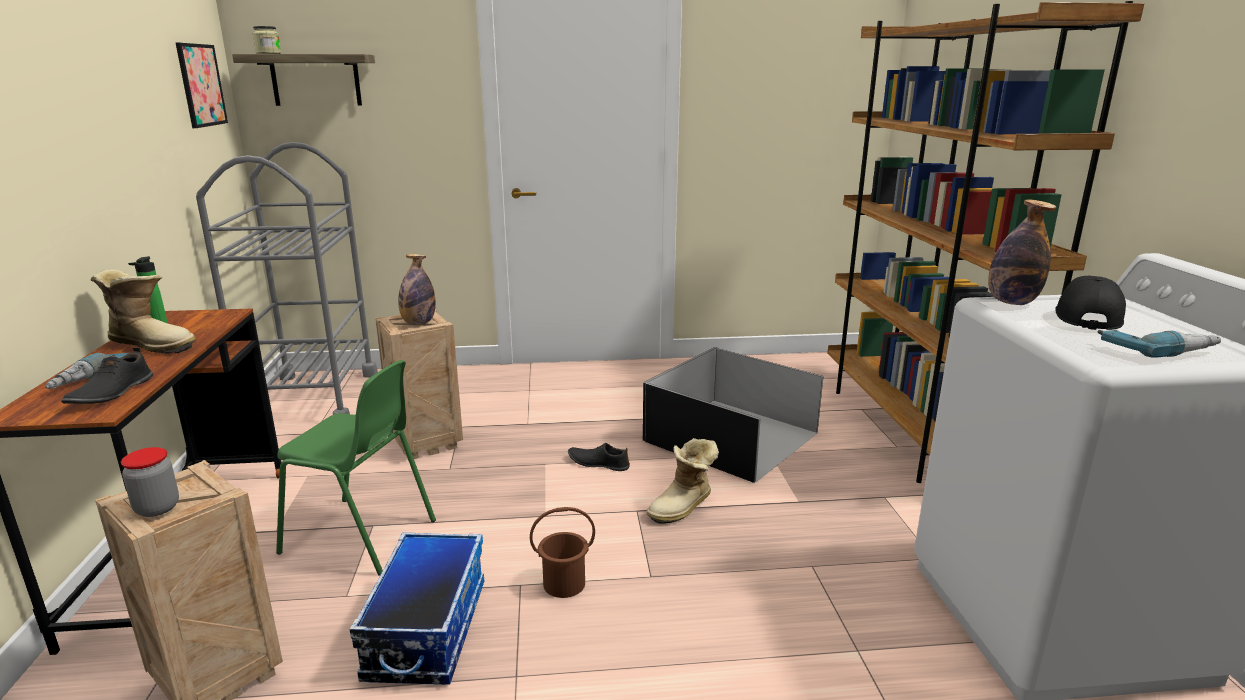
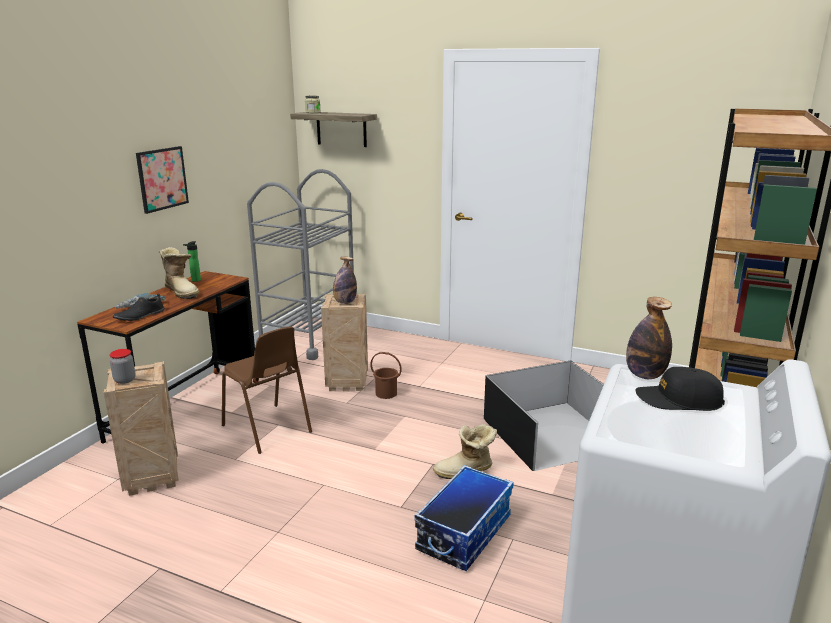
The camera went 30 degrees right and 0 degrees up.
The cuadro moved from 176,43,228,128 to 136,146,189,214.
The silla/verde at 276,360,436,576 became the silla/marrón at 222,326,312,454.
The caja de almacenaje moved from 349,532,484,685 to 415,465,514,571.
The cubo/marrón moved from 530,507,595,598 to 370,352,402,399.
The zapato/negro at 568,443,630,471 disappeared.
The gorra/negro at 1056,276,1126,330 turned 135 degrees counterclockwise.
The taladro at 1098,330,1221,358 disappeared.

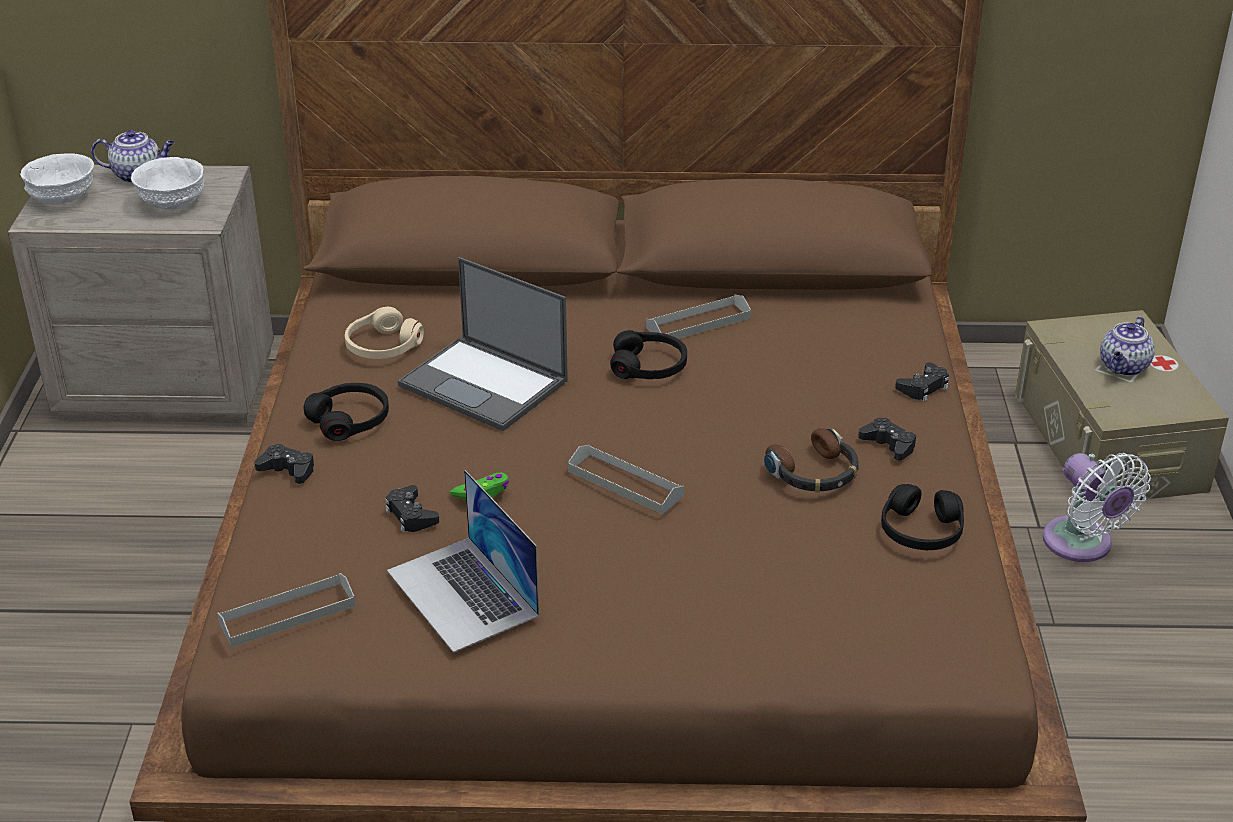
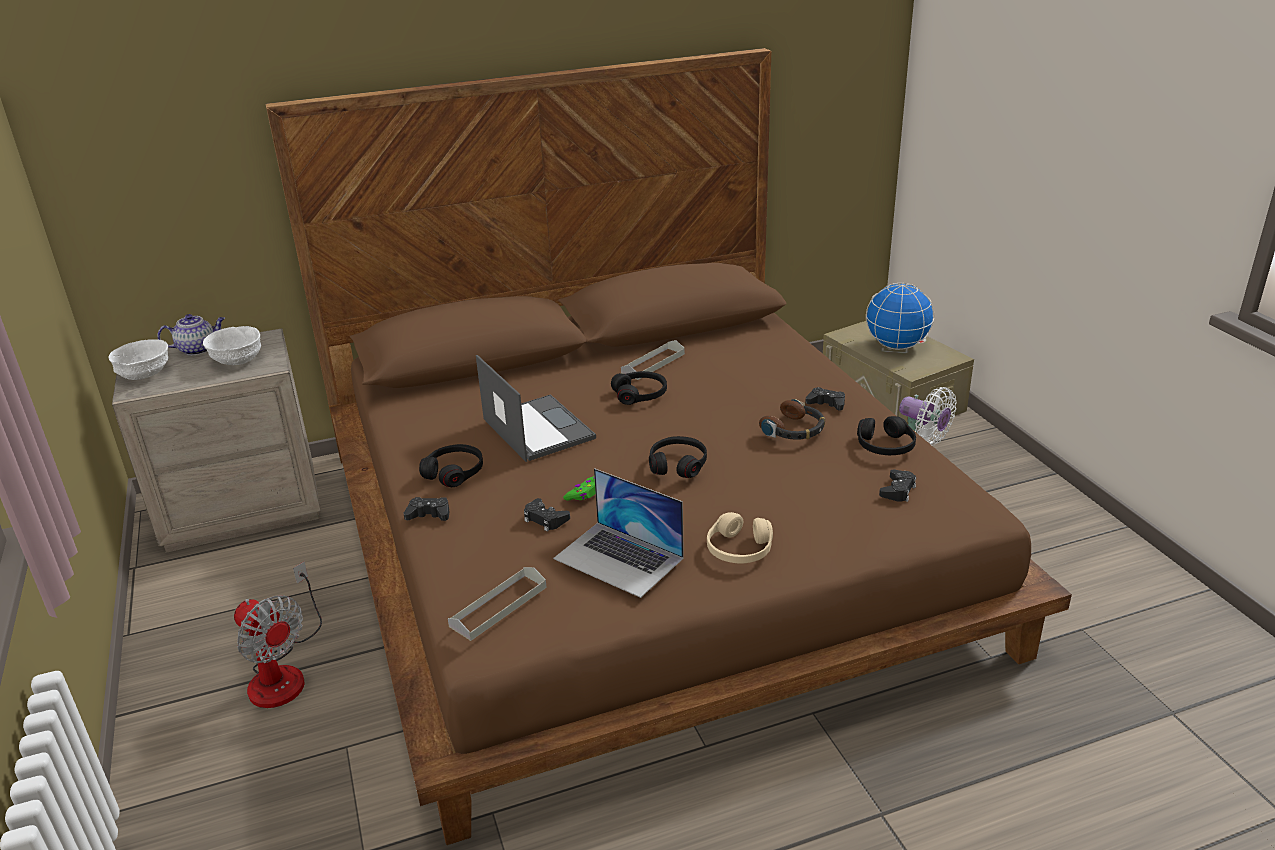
The camera went 20 degrees left and 5 degrees down.
The auriculares/beis moved from 345,307,424,359 to 707,512,773,564.
The portátil at 398,257,568,431 turned 135 degrees counterclockwise.
The bandeja/gris at 568,445,684,514 was replaced by the auriculares/negro at 649,436,707,478.
The mando de consola/negro moved from 895,362,949,402 to 879,469,916,502.
The tetera at 1100,316,1155,376 was replaced by the globo terráqueo at 866,283,934,350.
The ventilador at 234,562,322,708 appeared.

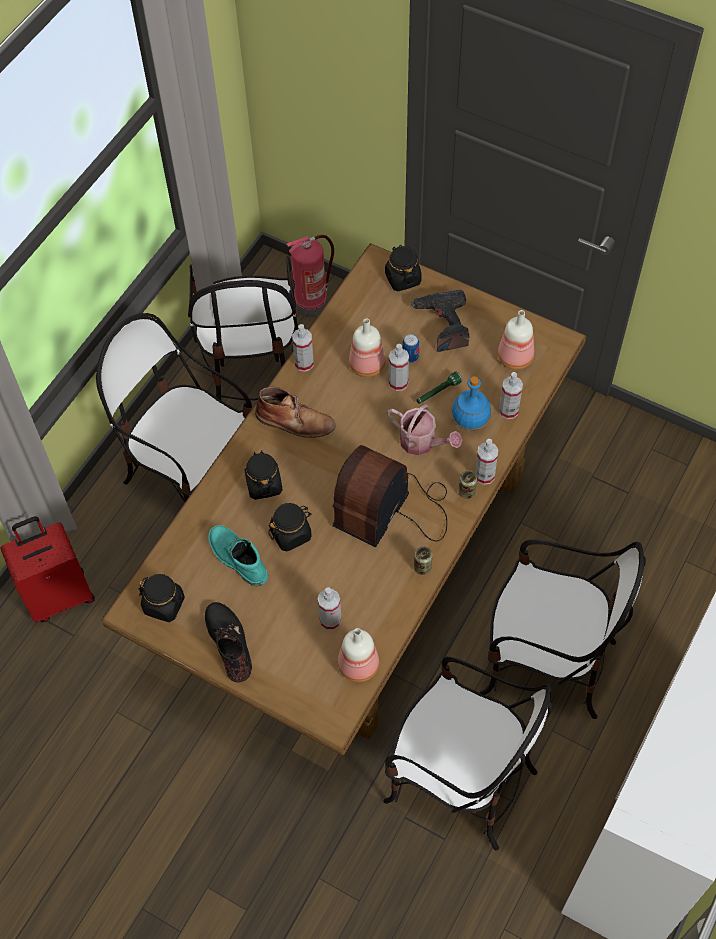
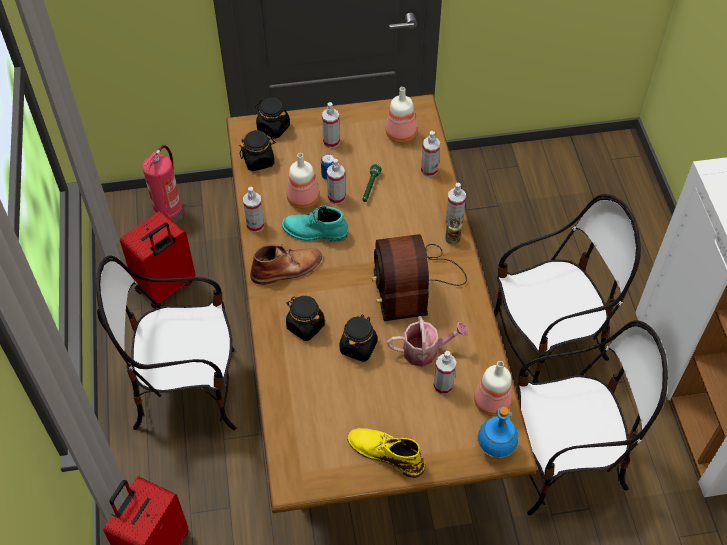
The camera went 40 degrees left and 5 degrees down.
The tarro/negro moved from 138,574,185,622 to 240,130,276,171.
The silla at 188,256,298,400 was replaced by the maleta/rojo at 120,211,196,309.
The bota/negro at 205,602,252,683 became the bota/amarillo at 347,428,425,478.
The bota/turquesa moved from 208,525,268,586 to 282,206,348,242.
The regadera moved from 387,404,462,456 to 387,316,468,367.
The taladro at 410,290,470,352 was replaced by the pulverizador at 322,102,340,148.
The lata at 414,546,432,575 disappeared.
The botella/azul moved from 451,376,491,431 to 477,407,518,458.

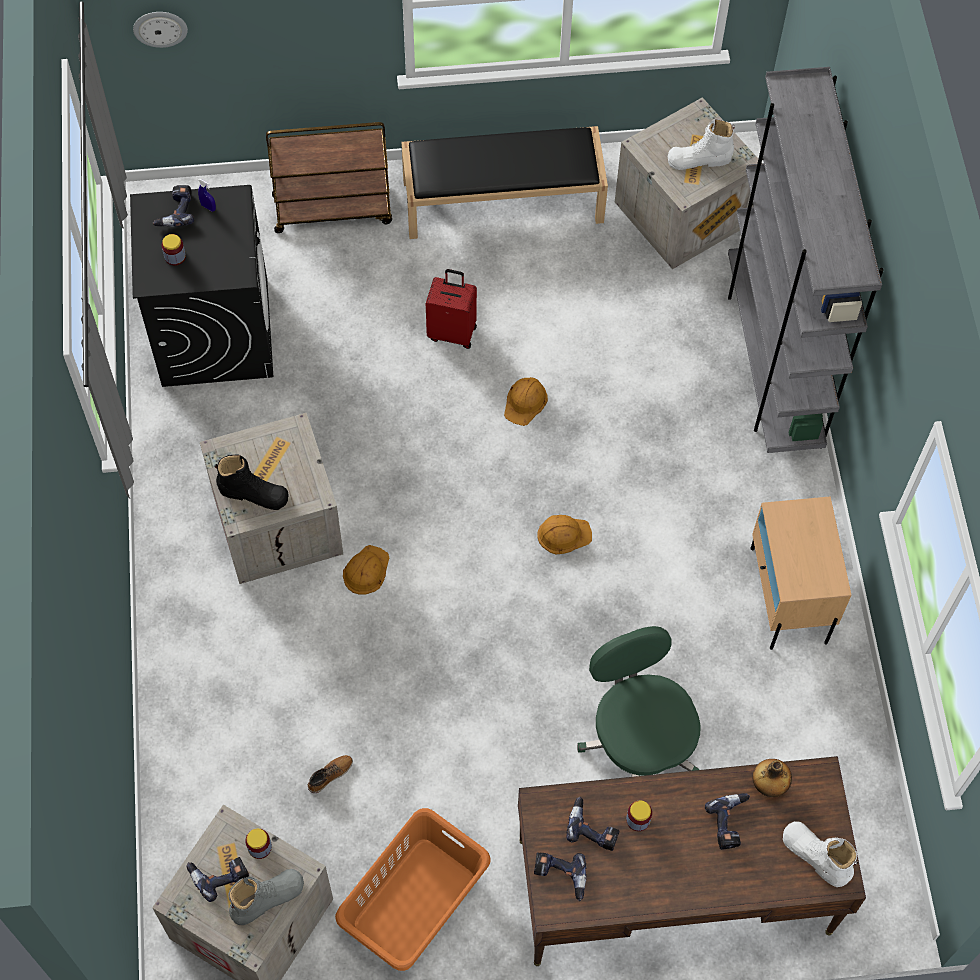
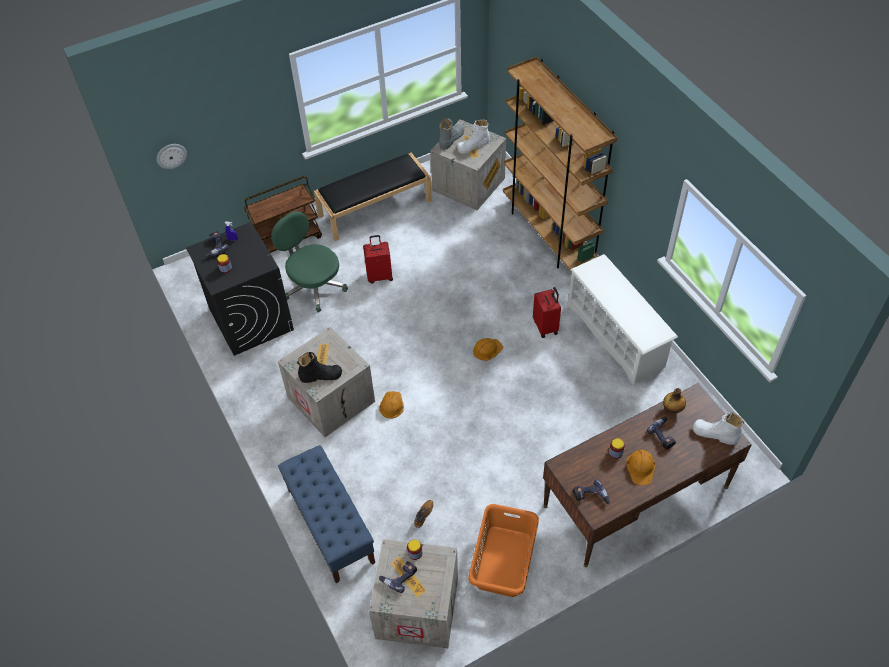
The camera went 20 degrees left and 10 degrees down.
The bota/gris moved from 228,869,304,925 to 439,118,464,150.
The casco/naranja moved from 504,377,548,426 to 626,449,655,485.
The taladro at 567,797,619,851 disappeared.
The silla de oficina/verde moved from 577,626,701,777 to 271,212,348,312.
The estantería/gris at 728,67,884,453 became the estantería/marrón at 503,57,617,272.
The mesita de noche/beis at 751,496,851,650 was replaced by the zapatero/blanco at 568,254,678,385.
The banco/azul at 278,445,375,583 appeared.
The maleta/rojo at 533,287,561,338 appeared.

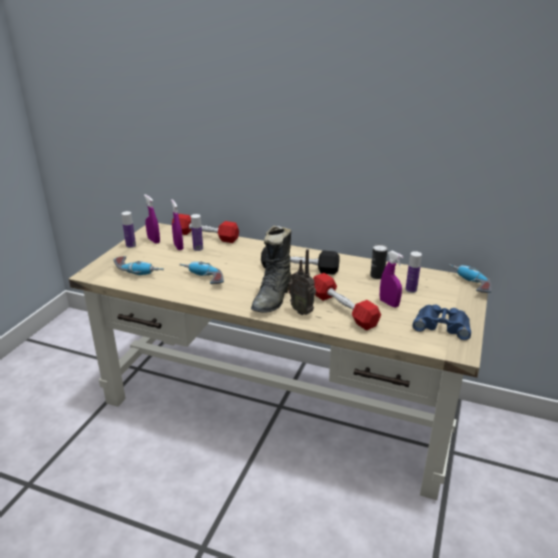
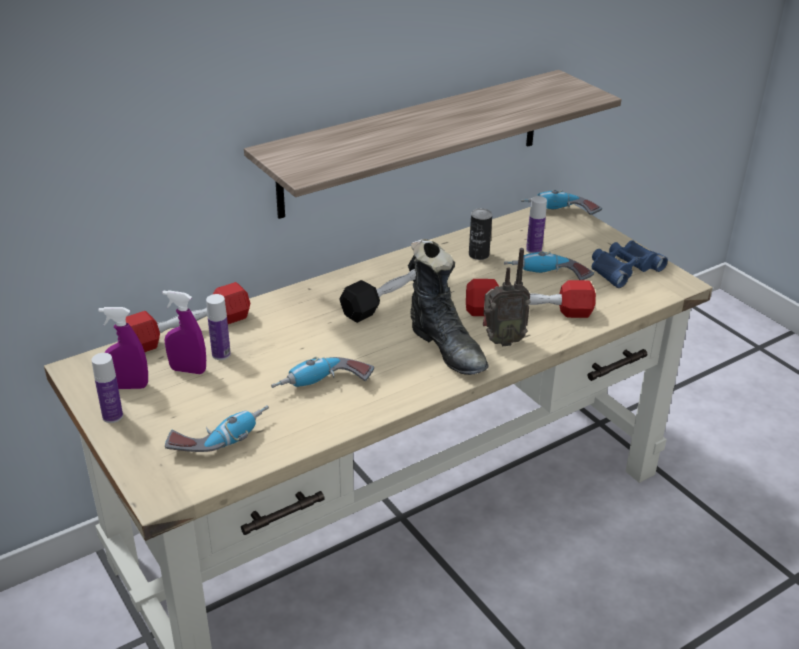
The camera went 55 degrees left and 5 degrees up.
The pulverizador/morado at 380,251,403,307 was replaced by the taladro at 504,252,594,280.
The estante at 244,70,621,219 appeared.

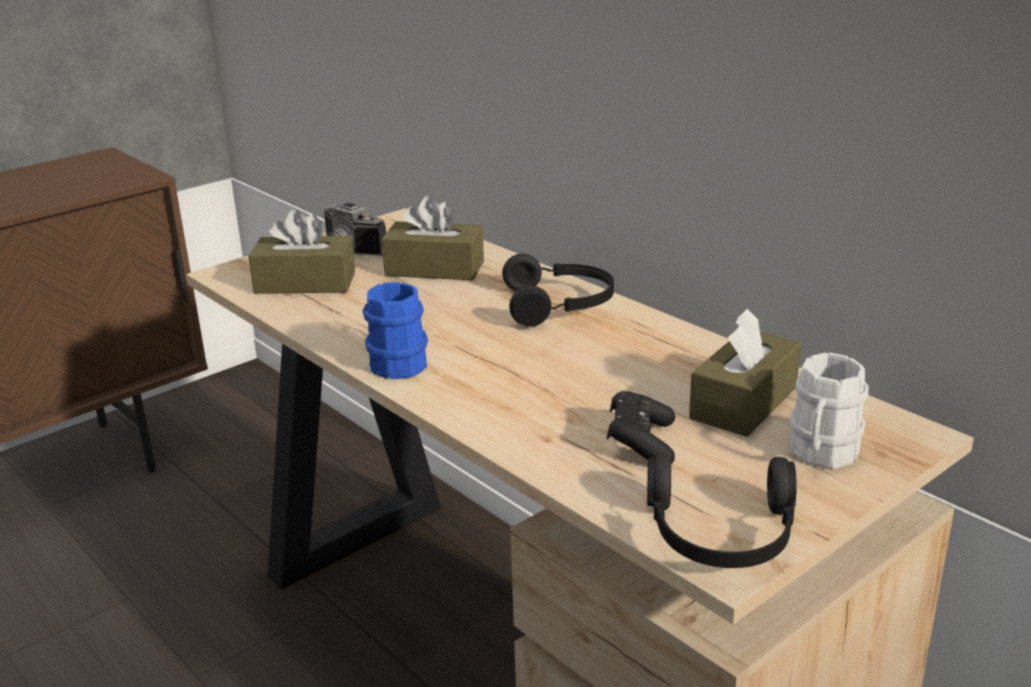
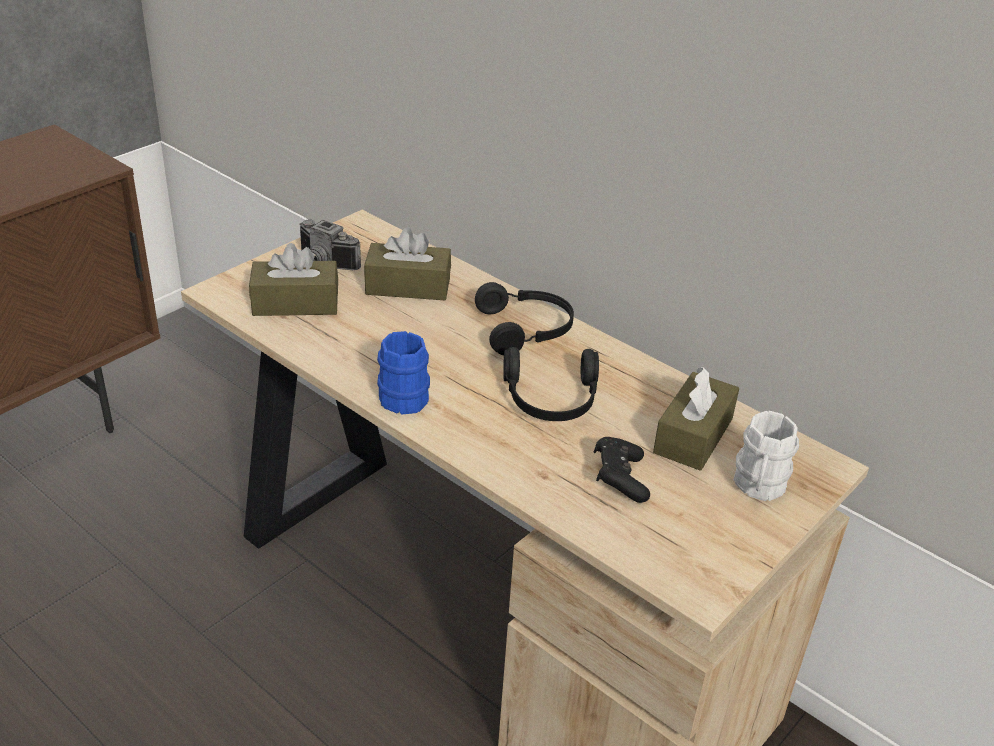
The camera went 10 degrees left and 10 degrees up.
The auriculares/negro moved from 647,453,797,568 to 503,347,599,421.

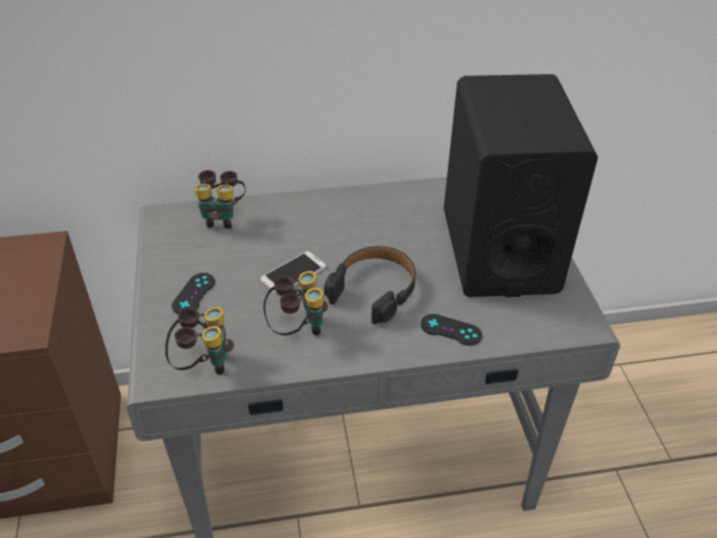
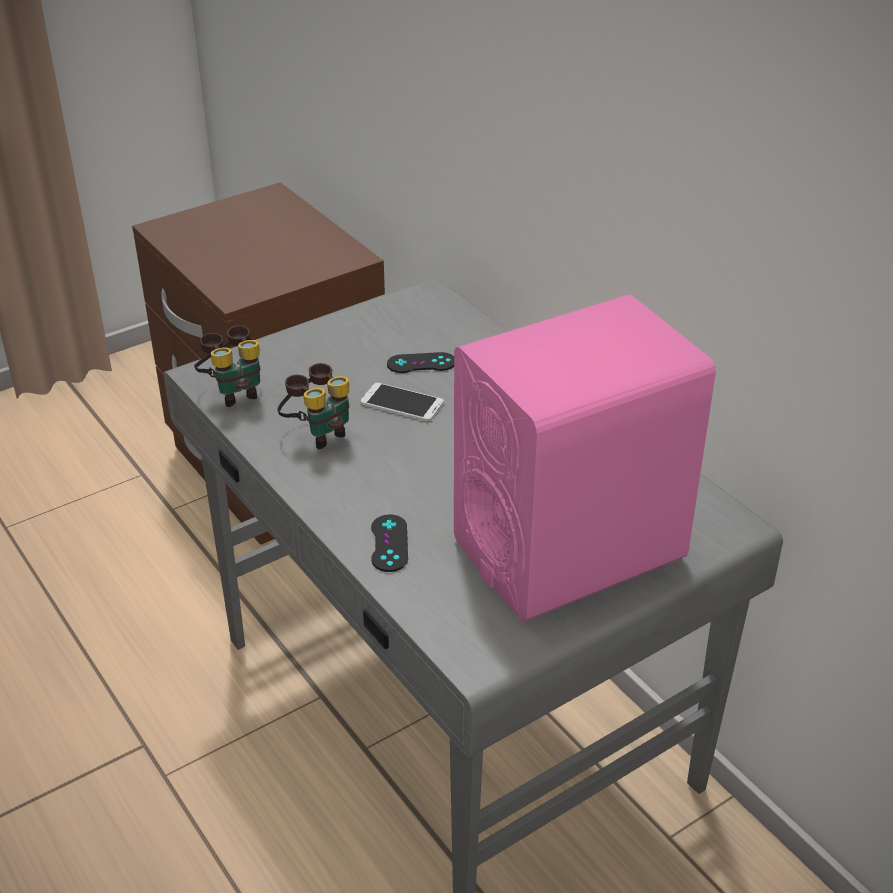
The camera went 65 degrees right and 5 degrees down.
The mando de consola/negro moved from 172,273,215,314 to 387,352,454,373.
The prismáticos at 194,170,246,229 disappeared.
The auriculares/negro at 324,246,416,324 disappeared.
The altavoz/negro at 444,74,598,297 became the altavoz/rosa at 454,295,716,622.

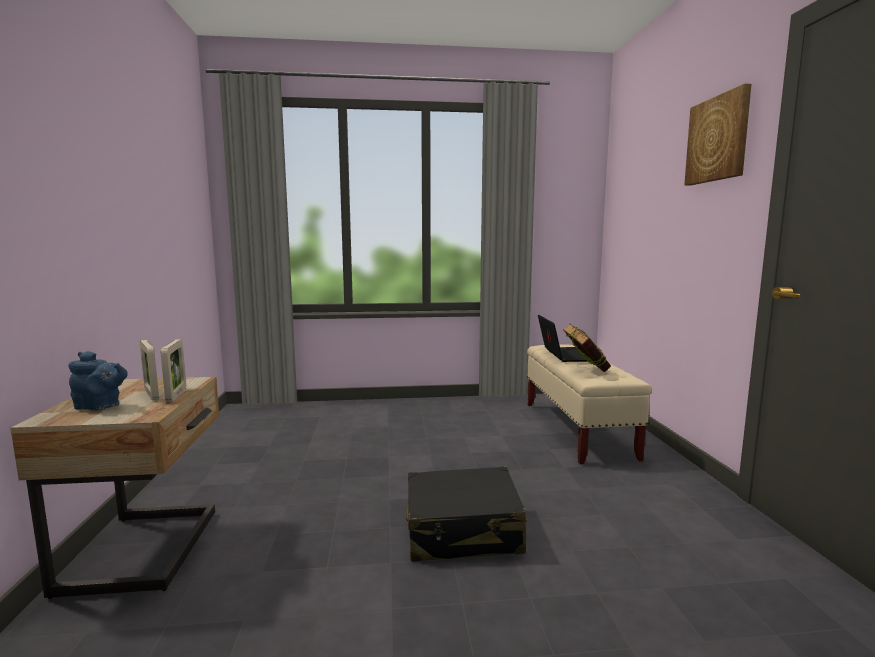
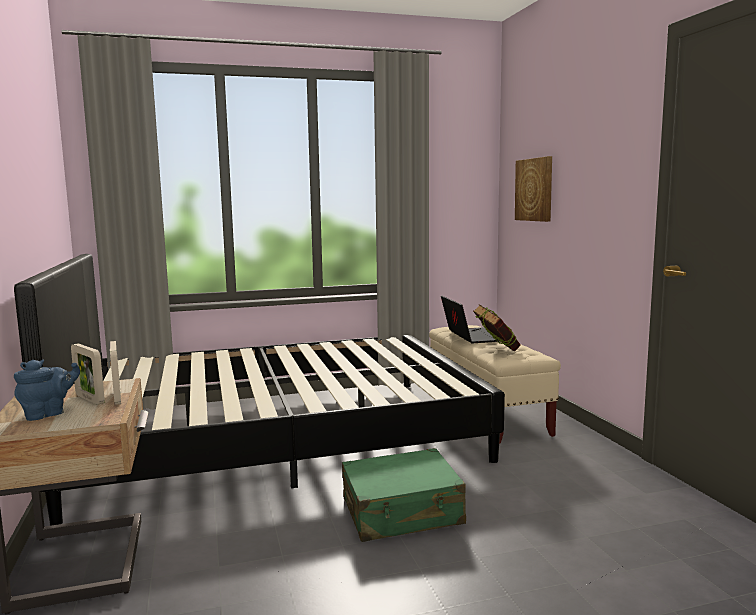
The camera went 10 degrees left and 0 degrees up.
The tetera/azul at 68,351,128,410 turned 45 degrees counterclockwise.
The maleta/negro at 406,467,528,561 became the maleta/verde at 342,448,466,542.
The cuadro moved from 684,84,752,186 to 515,156,552,222.
The cama/negro at 14,254,505,525 appeared.

